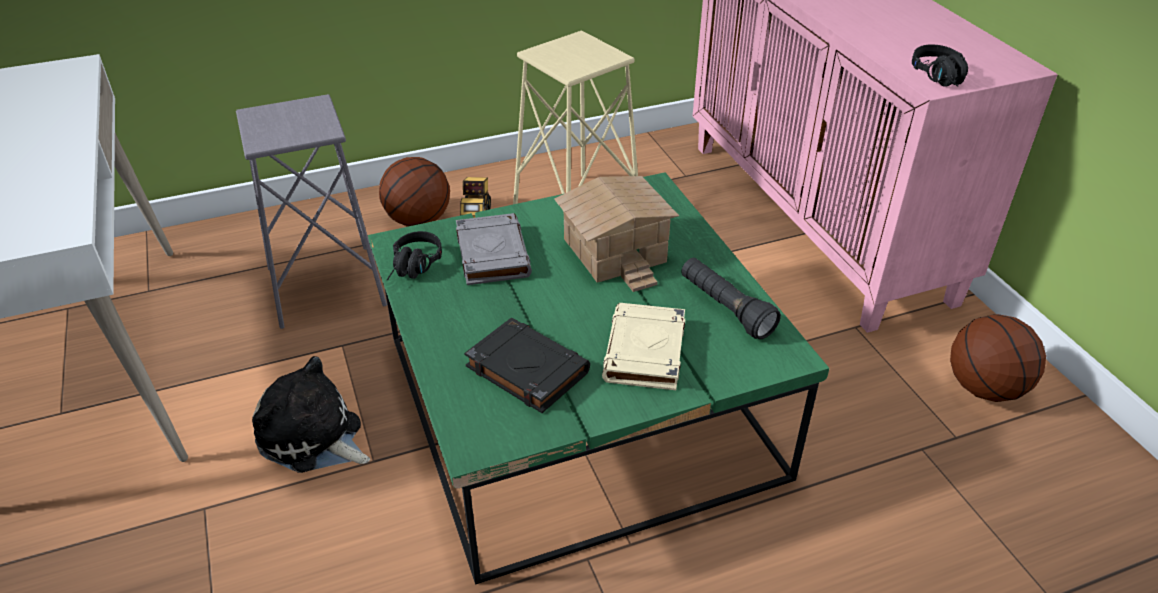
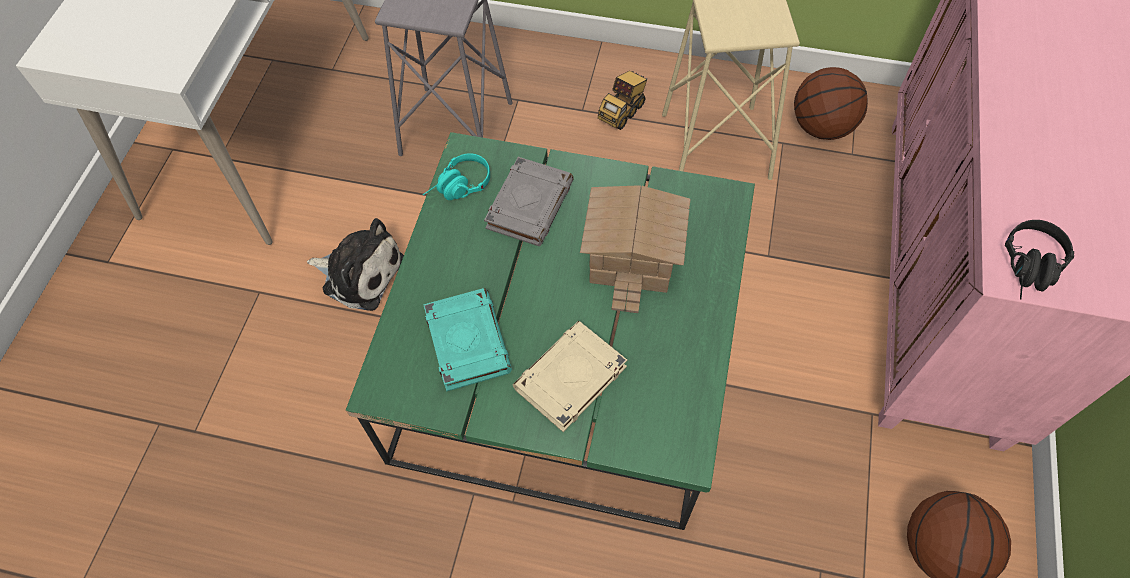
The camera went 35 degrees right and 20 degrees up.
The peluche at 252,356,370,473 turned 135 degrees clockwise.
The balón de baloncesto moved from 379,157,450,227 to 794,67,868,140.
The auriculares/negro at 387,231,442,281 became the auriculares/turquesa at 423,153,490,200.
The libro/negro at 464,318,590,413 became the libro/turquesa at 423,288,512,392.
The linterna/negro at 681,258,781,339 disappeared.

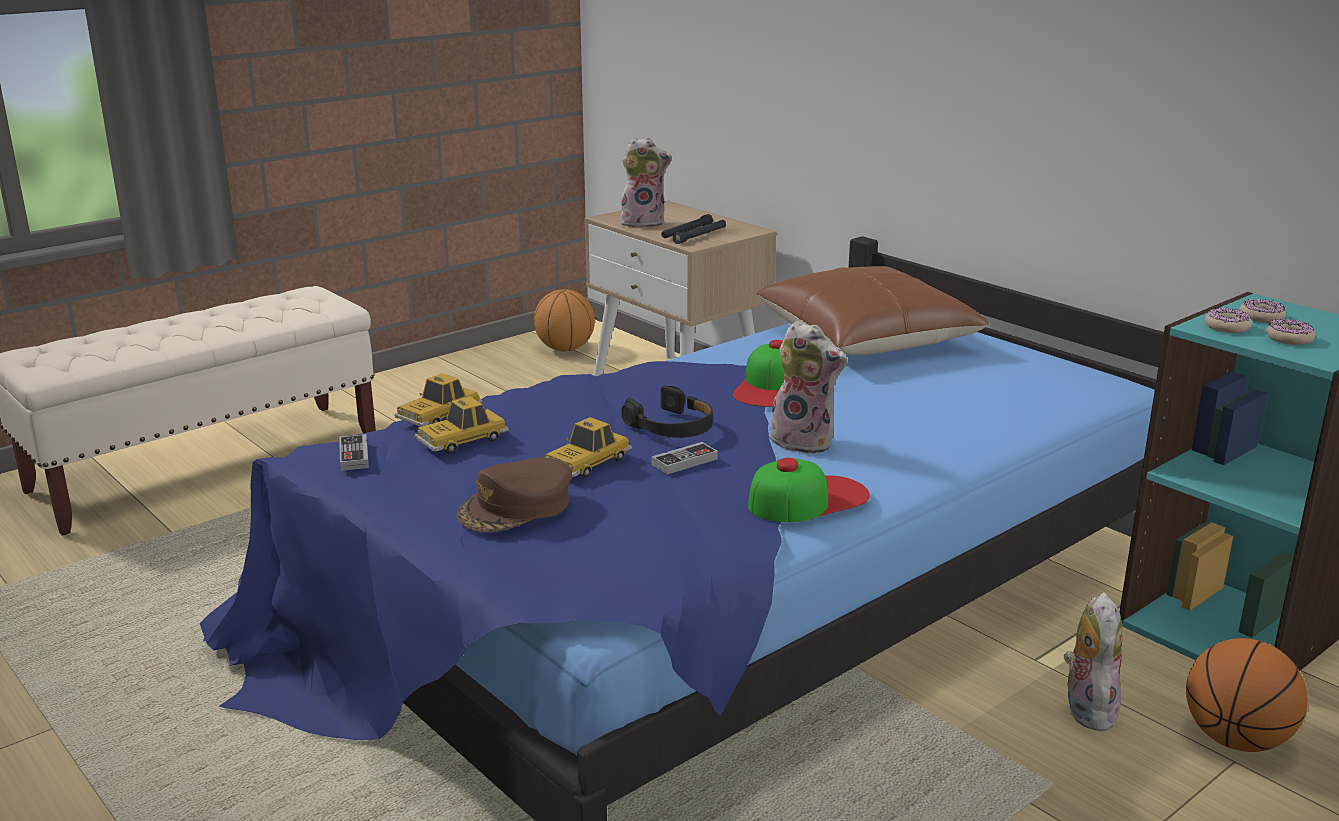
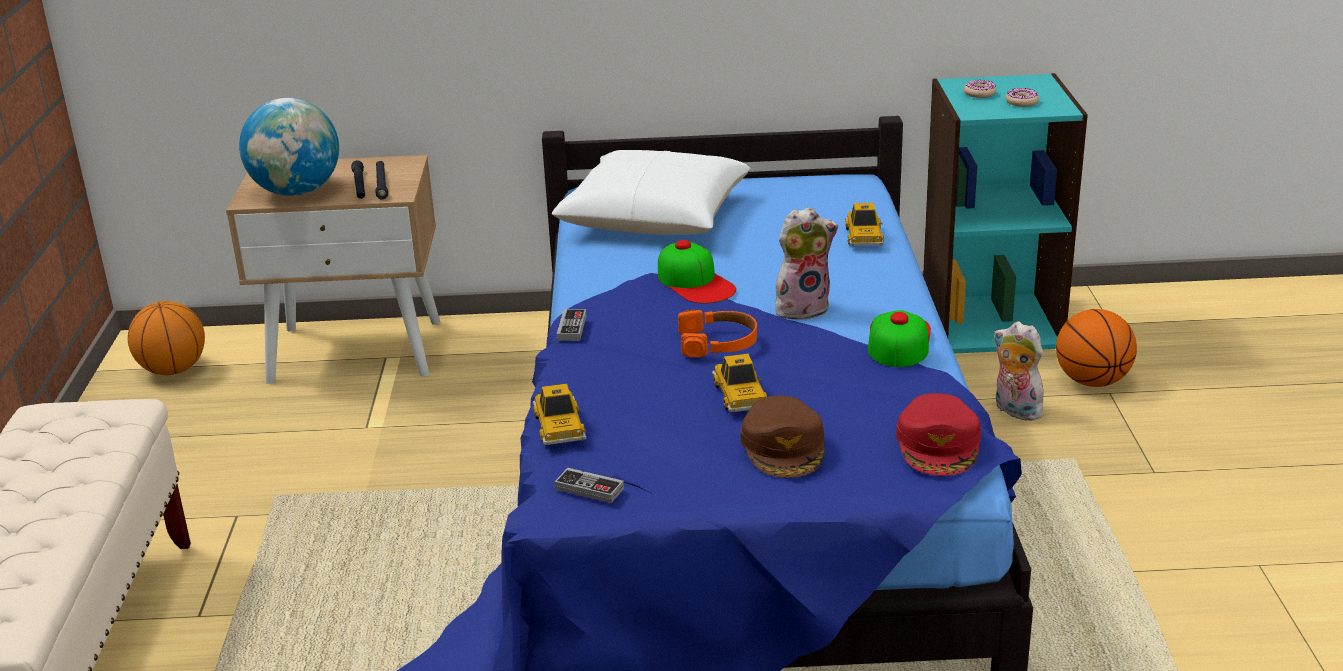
The camera went 50 degrees left and 5 degrees up.
The coche de juguete moved from 414,396,509,454 to 845,203,884,246.
The peluche at 620,137,672,228 was replaced by the globo terráqueo at 239,98,339,196.
The auriculares/negro at 622,385,713,438 became the auriculares/naranja at 678,310,757,357.
The mando de consola moved from 652,442,718,475 to 557,309,586,341.
The cojín/marrón at 757,266,990,355 became the cojín/blanco at 552,150,751,235.
The rosquilla at 1205,308,1252,333 disappeared.
The gorra/rojo at 896,393,981,476 appeared.

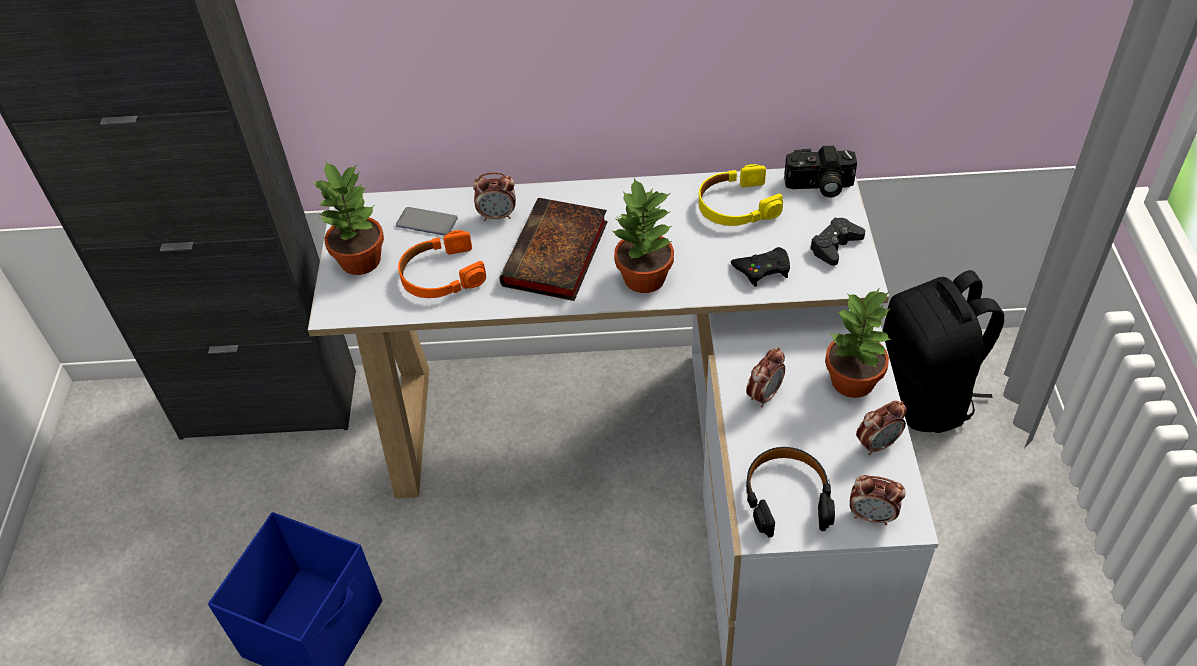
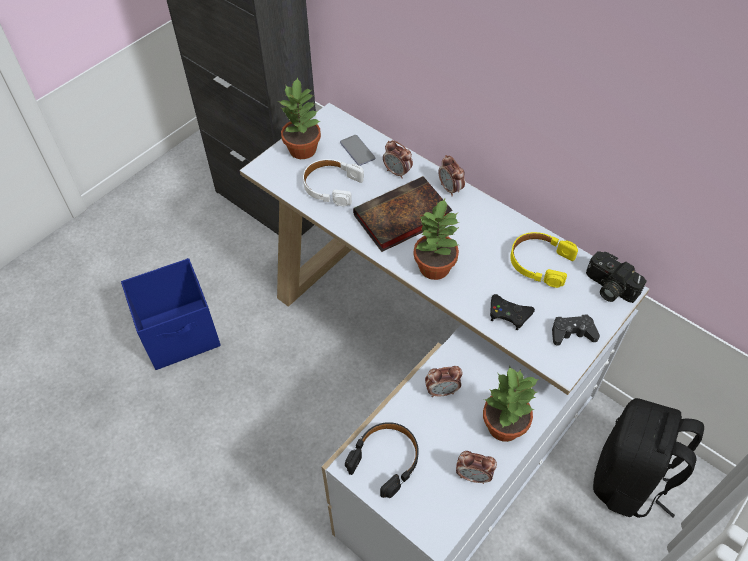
The camera went 40 degrees right and 5 degrees up.
The auriculares/naranja at 398,230,486,298 became the auriculares/blanco at 303,159,364,206.
The despertador moved from 850,475,906,525 to 438,155,465,197.

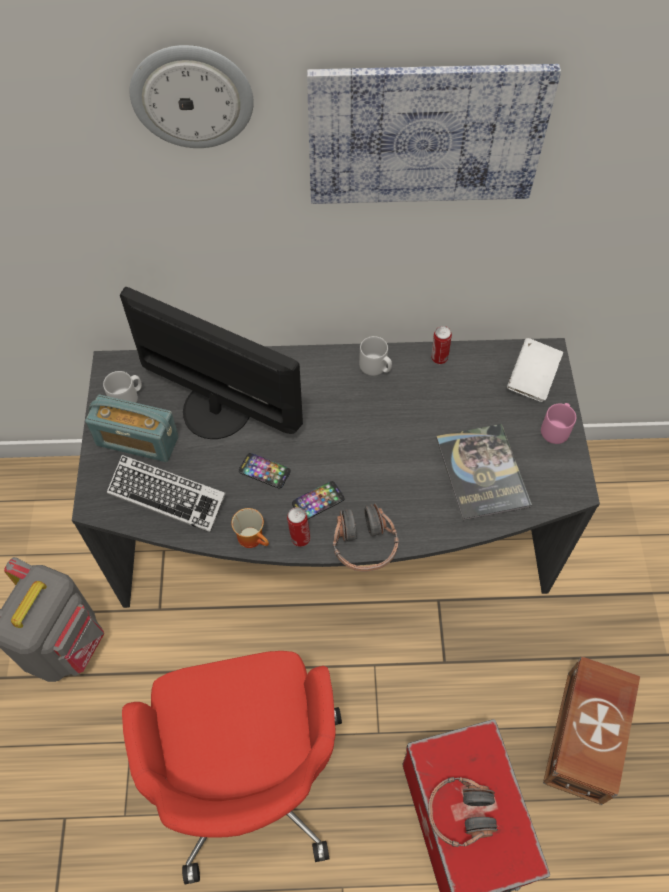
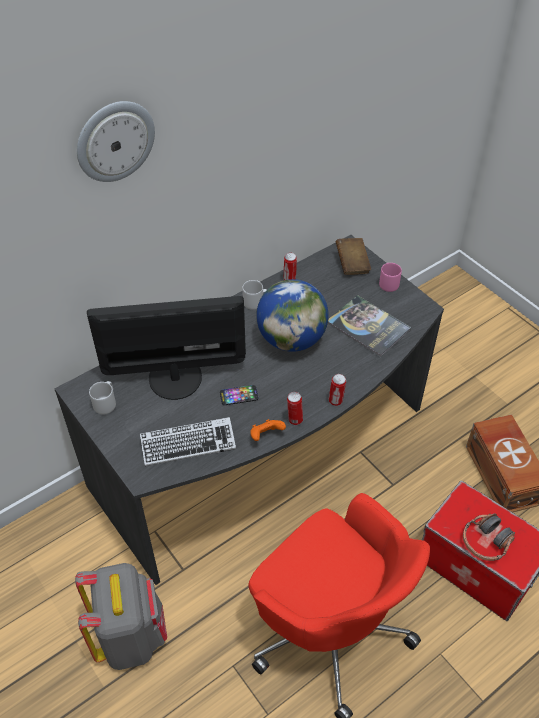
The camera went 35 degrees left and 10 degrees down.
The radio at 85,395,179,462 disappeared.
The taza grande at 231,508,269,548 was replaced by the mando de consola/naranja at 250,419,286,441.
The móvil at 292,481,344,519 disappeared.
The cuadro at 307,64,561,204 disappeared.
The auriculares at 333,503,399,572 was replaced by the lata at 329,374,346,406.
The libro/blanco at 507,338,563,402 became the libro/marrón at 336,238,371,275.
The globo terráqueo at 256,279,329,352 appeared.

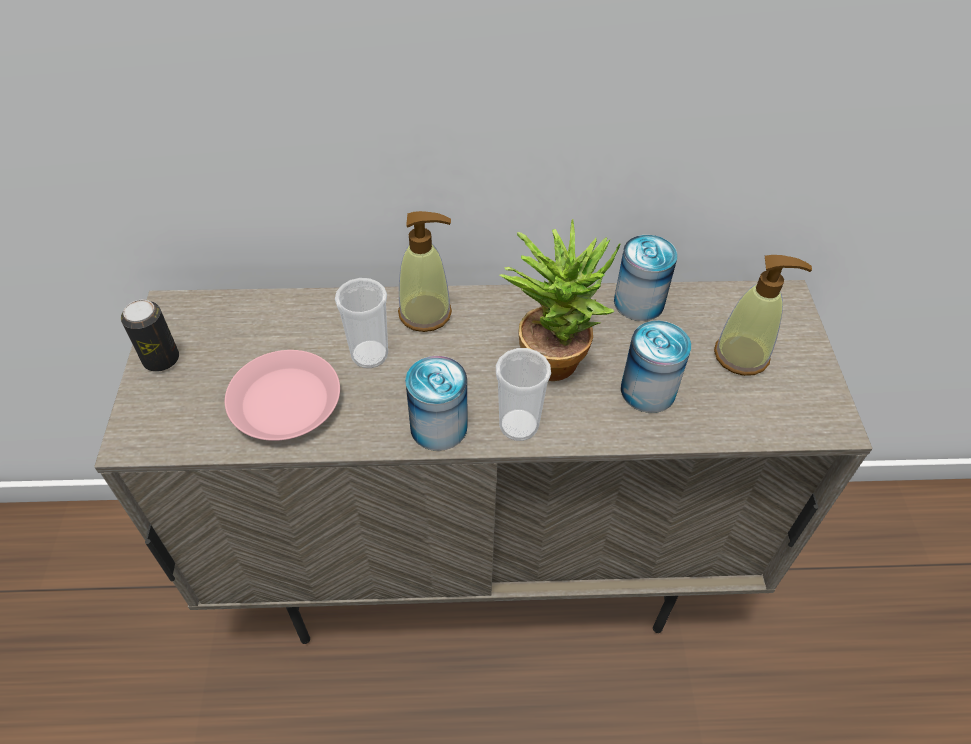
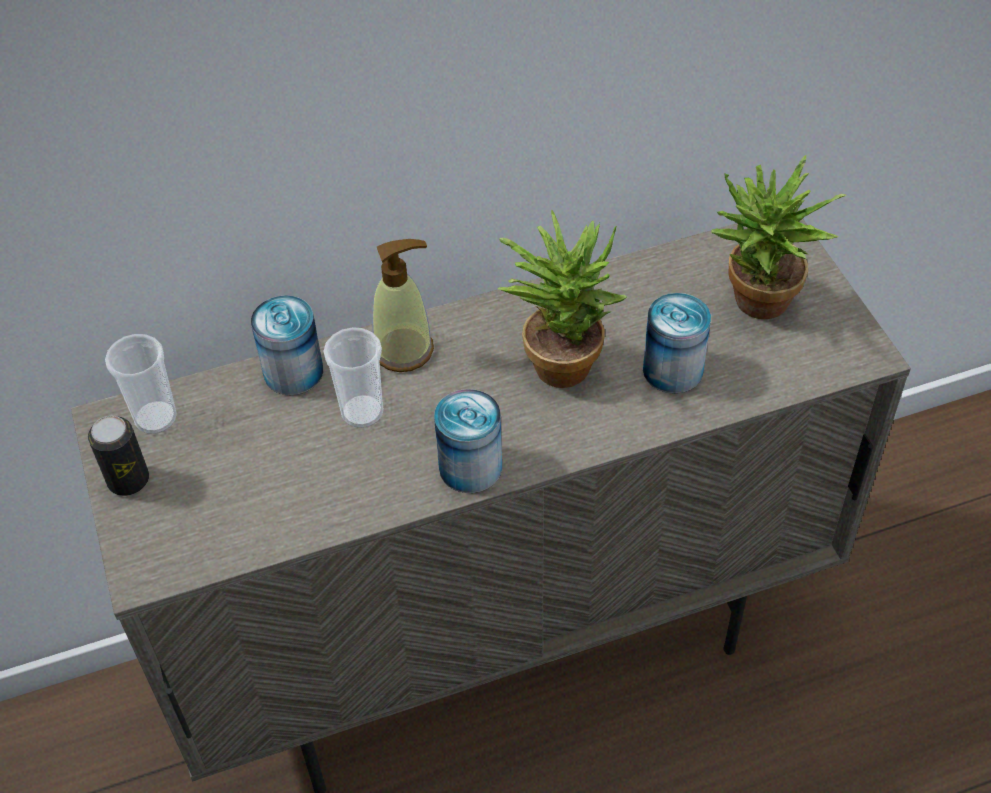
The camera went 15 degrees left and 0 degrees up.
The plato/rosa at 225,350,340,441 disappeared.
The taza moved from 496,348,551,441 to 105,334,177,434.
The lata moved from 614,235,678,321 to 251,295,323,395.
The dispensador de jabón at 714,255,812,376 was replaced by the planta en maceta at 711,155,846,319.

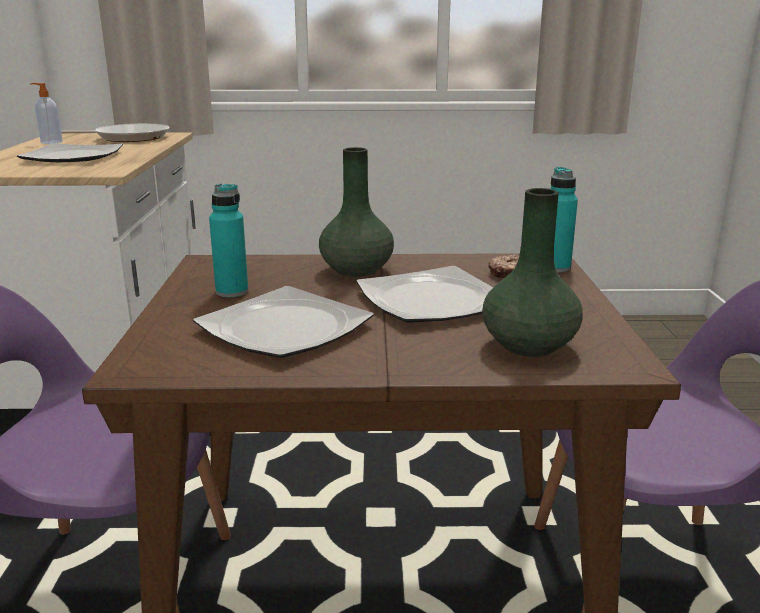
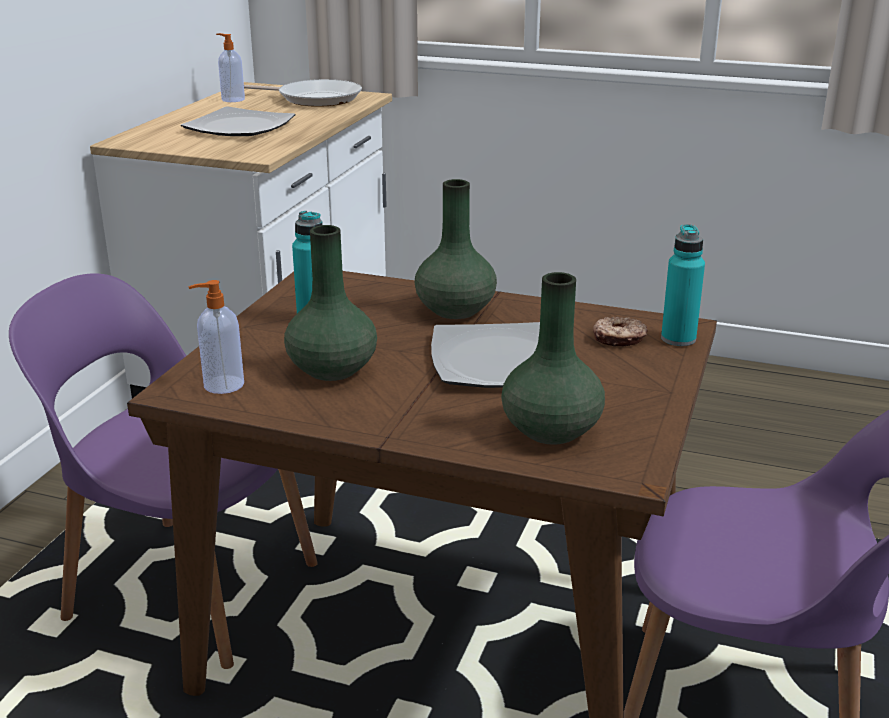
The camera went 20 degrees right and 5 degrees up.
The plato at 193,286,374,358 was replaced by the florero/verde at 284,225,377,381.
The dispensador de jabón at 188,280,244,394 appeared.

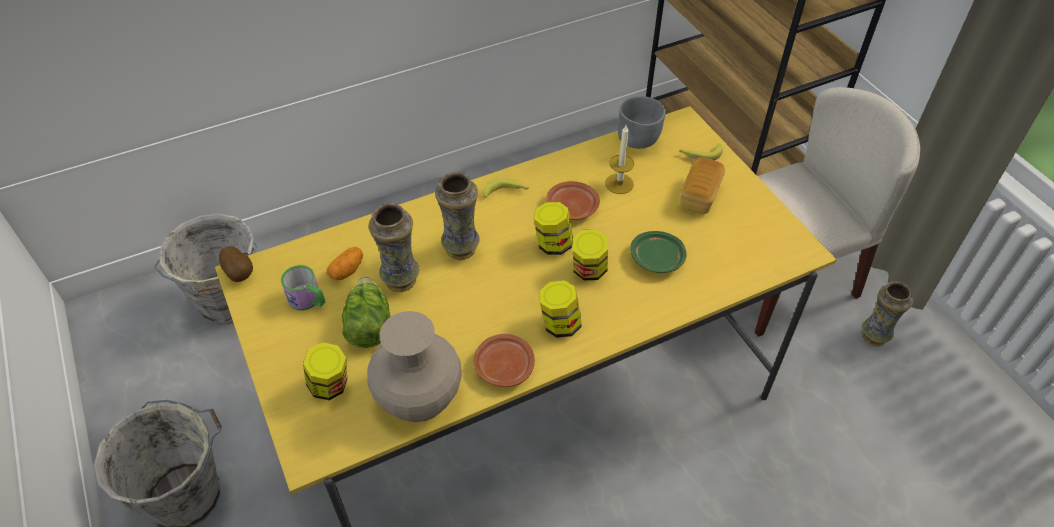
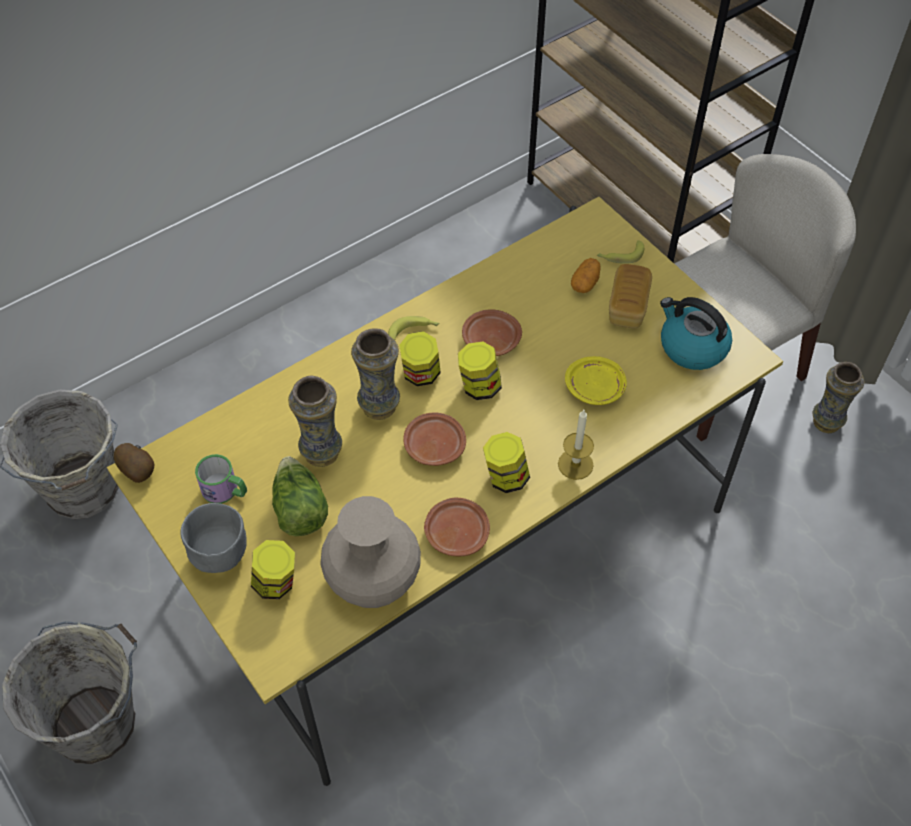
The camera went 10 degrees left and 5 degrees up.
The patata moved from 327,247,363,280 to 571,258,601,293.
The tarro moved from 572,229,608,280 to 399,331,441,386.
The vela moved from 605,125,634,194 to 558,410,594,480.
The cuenco/gris moved from 618,96,665,149 to 181,503,247,573.
The plato/verde at 630,231,687,273 became the plato/amarillo at 565,356,627,405.
The plato/marrón at 403,412,466,466 appeared.
The hervidor at 660,297,732,370 appeared.

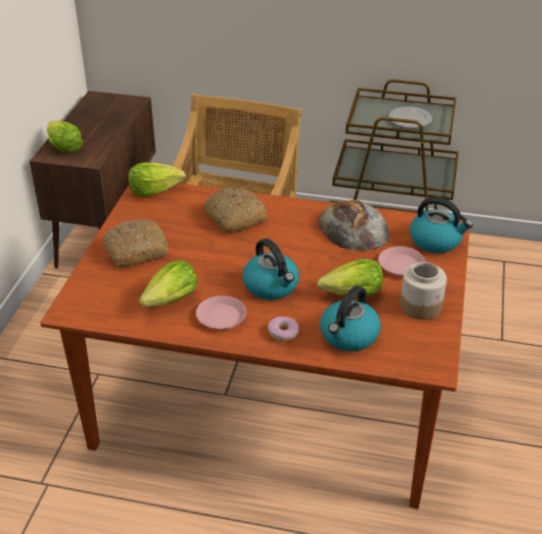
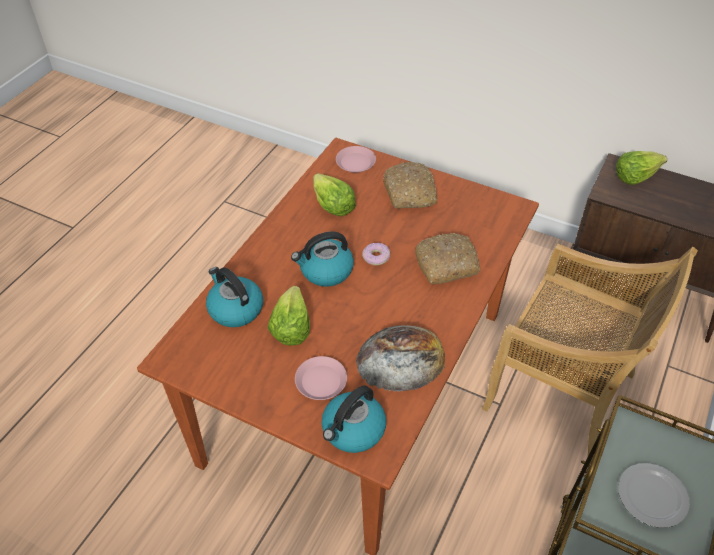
The camera went 105 degrees right and 10 degrees up.
The lechuga at 128,163,186,197 disappeared.
The plato/rosa moved from 196,296,246,330 to 336,146,376,173.
The rosquilla moved from 268,316,299,341 to 362,243,390,265.
The tarro at 400,262,447,320 disappeared.

